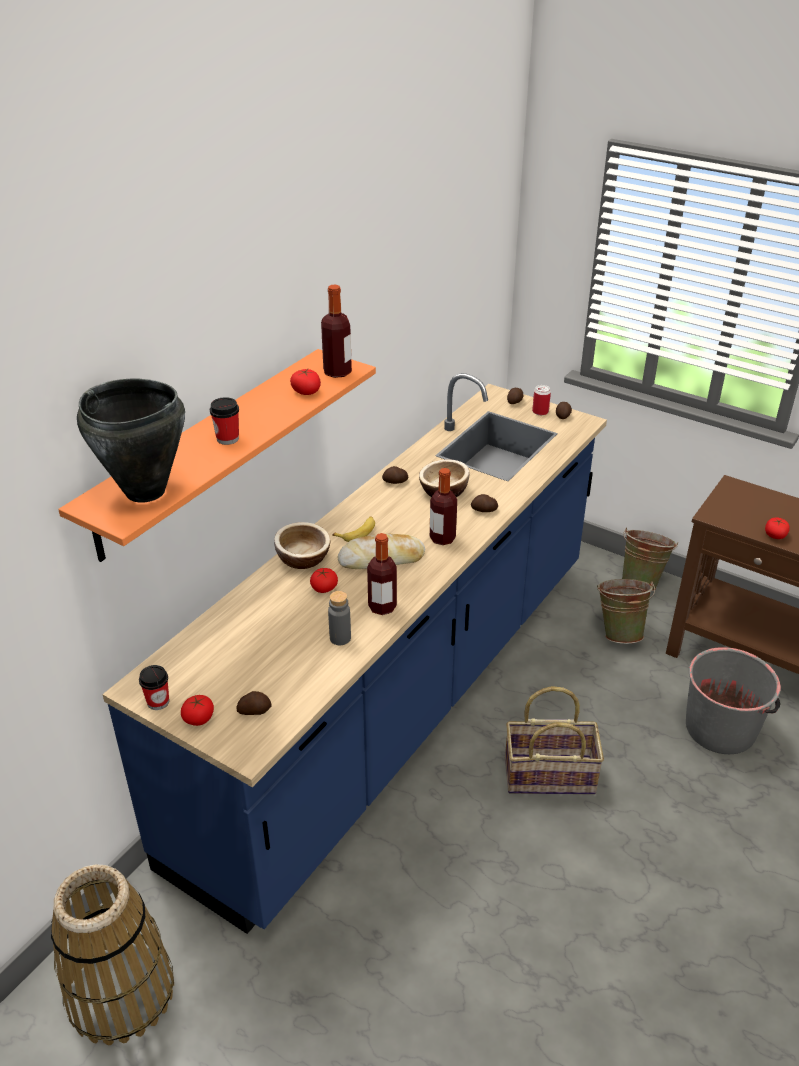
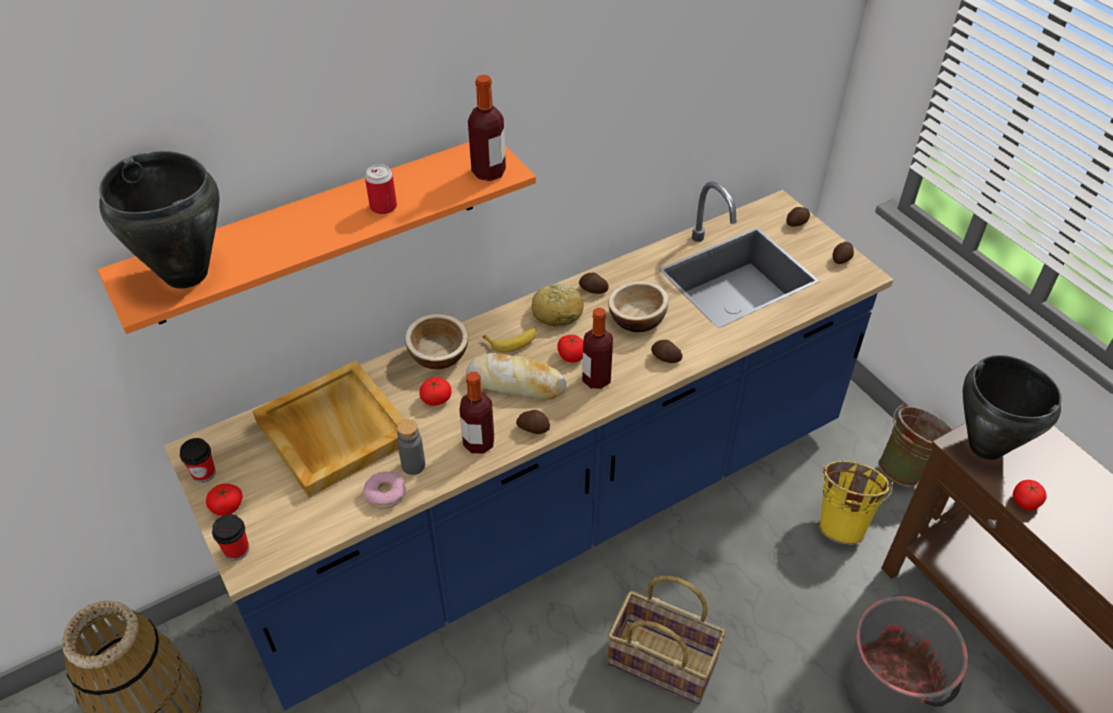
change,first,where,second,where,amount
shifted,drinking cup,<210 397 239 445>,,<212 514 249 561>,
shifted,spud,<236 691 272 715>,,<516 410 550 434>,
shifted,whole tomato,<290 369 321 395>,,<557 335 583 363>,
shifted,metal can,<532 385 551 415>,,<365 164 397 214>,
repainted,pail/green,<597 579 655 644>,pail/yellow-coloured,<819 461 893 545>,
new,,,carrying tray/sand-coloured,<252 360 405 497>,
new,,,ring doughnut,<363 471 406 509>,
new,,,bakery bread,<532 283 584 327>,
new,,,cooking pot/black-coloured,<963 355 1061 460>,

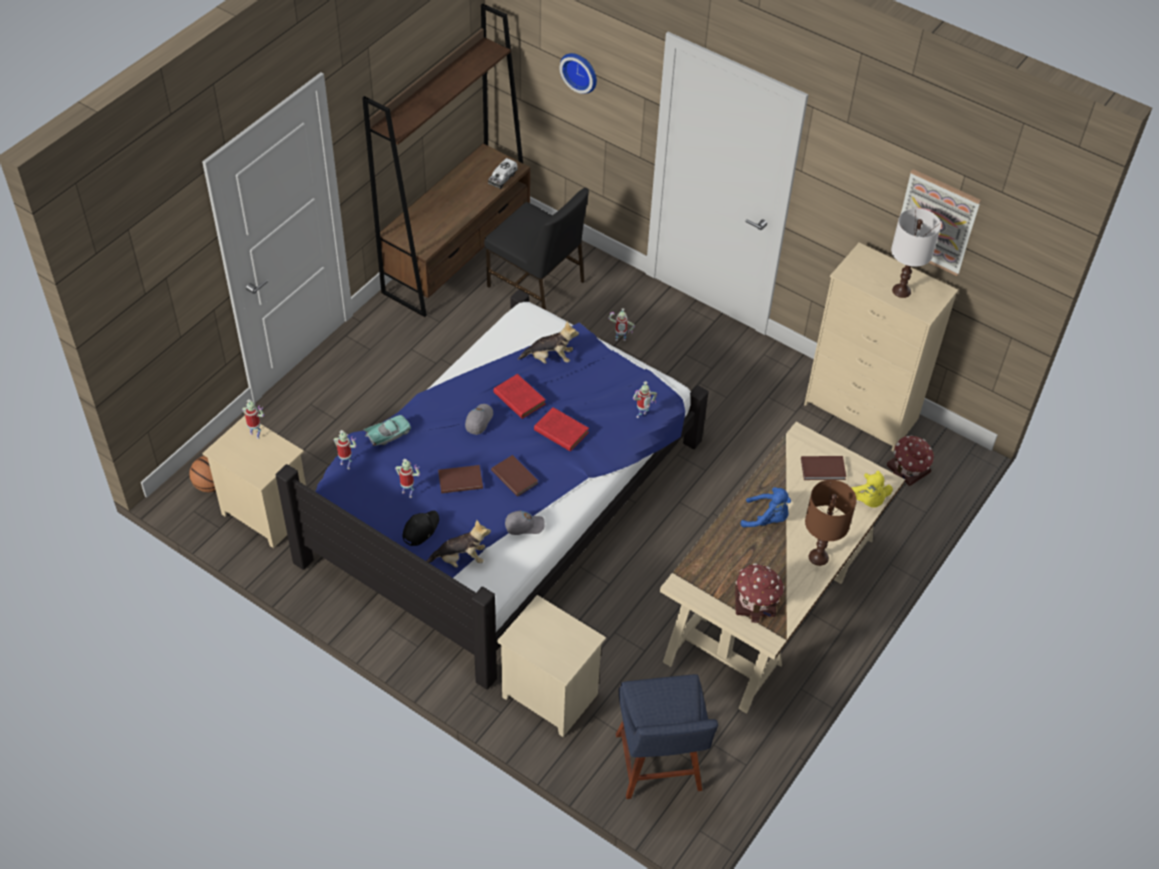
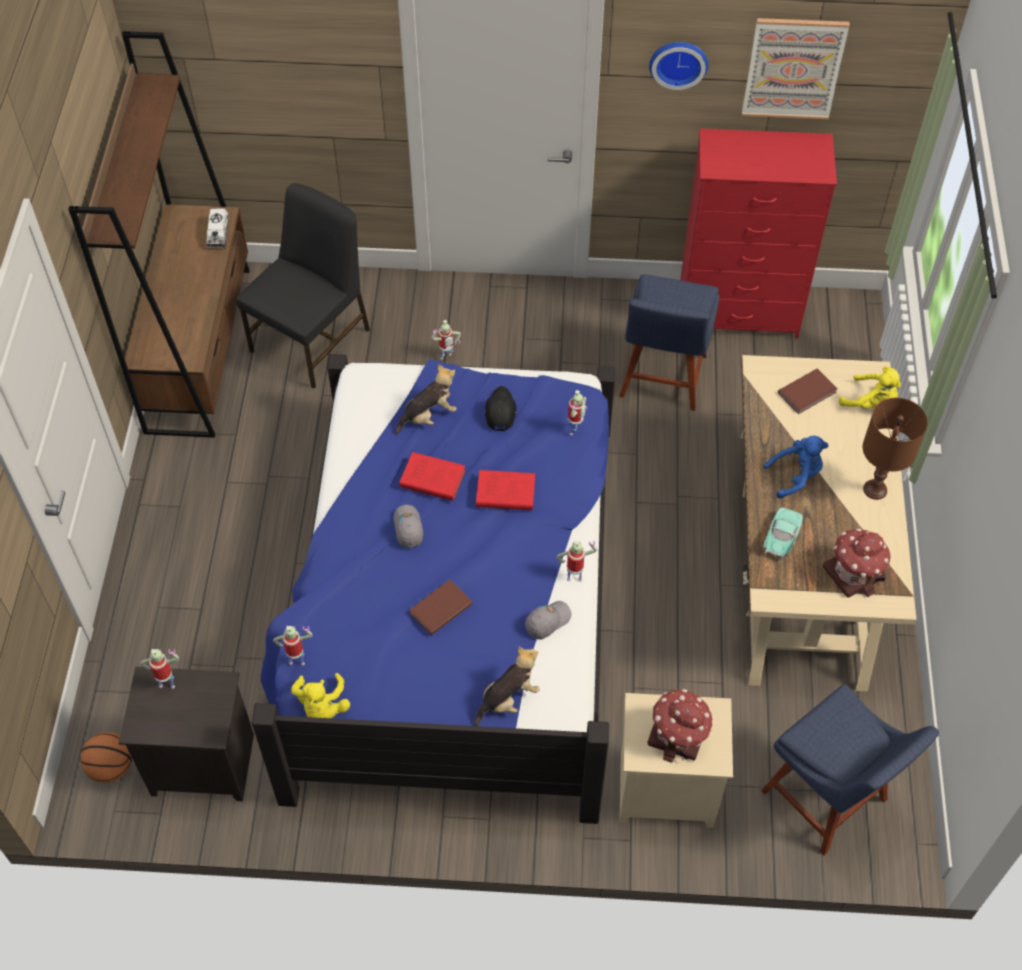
change,first,where,second,where,amount
repainted,night table/sand-coloured,<202 415 306 548>,night table/black-coloured,<119 667 254 801>,
shifted,miniature car/turquoise,<363 415 411 446>,,<763 507 803 560>,
shifted,robot figure,<395 459 420 498>,,<556 541 597 582>,
shifted,cap/black-coloured,<402 511 439 546>,,<485 386 517 431>,
rotated,chair/black-coloured,<484 188 589 310>,,<236 183 370 389>,60 degrees counterclockwise
gone,bound book/brownish,<491 455 538 497>,,,
shifted,wall clock,<559 53 597 94>,,<649 42 708 90>,
repainted,chest of drawers/sand-coloured,<804 243 958 452>,chest of drawers/reddish,<680 128 837 338>,
shifted,miniature house,<887 435 934 486>,,<647 689 713 763>,
gone,tabletop lamp/white-coloured,<891 208 941 298>,,,
new,,,soft toy/yellow-coloured,<291 673 350 718>,
new,,,chair/blue-coloured,<619 274 719 411>,

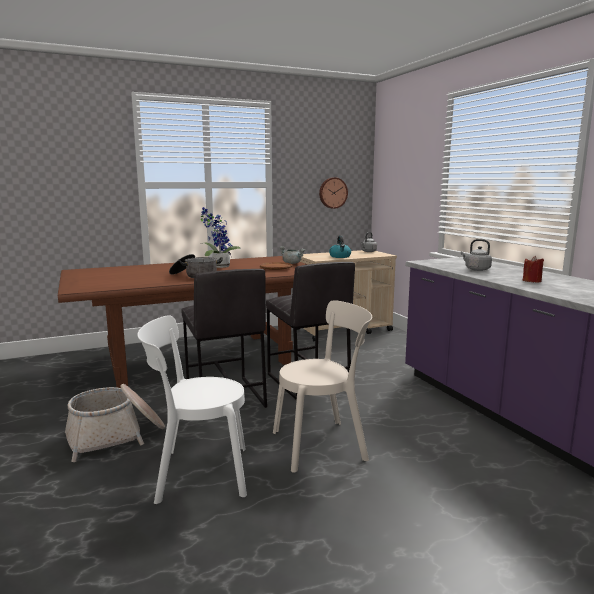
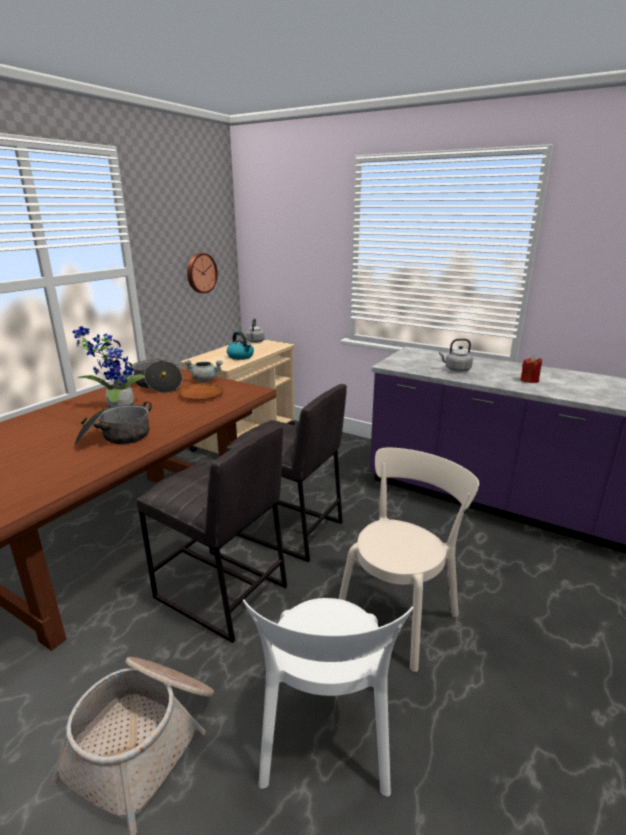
change,first,where,second,where,amount
rotated,chair/white-coloured,<137 315 247 504>,,<243 598 414 797>,45 degrees counterclockwise
new,,,cooking pot,<126 360 182 393>,

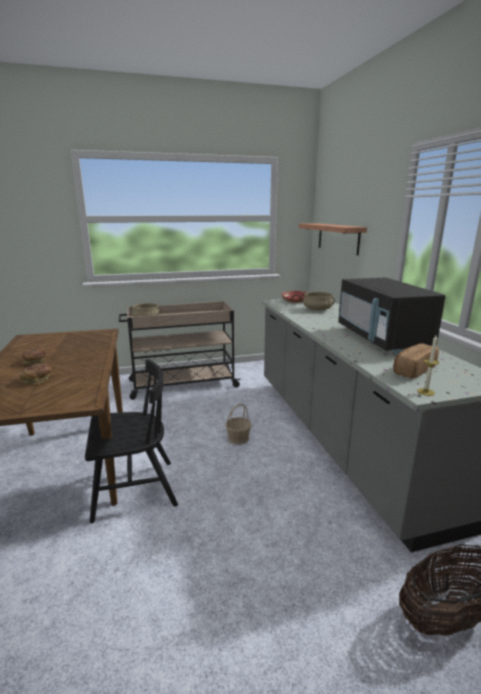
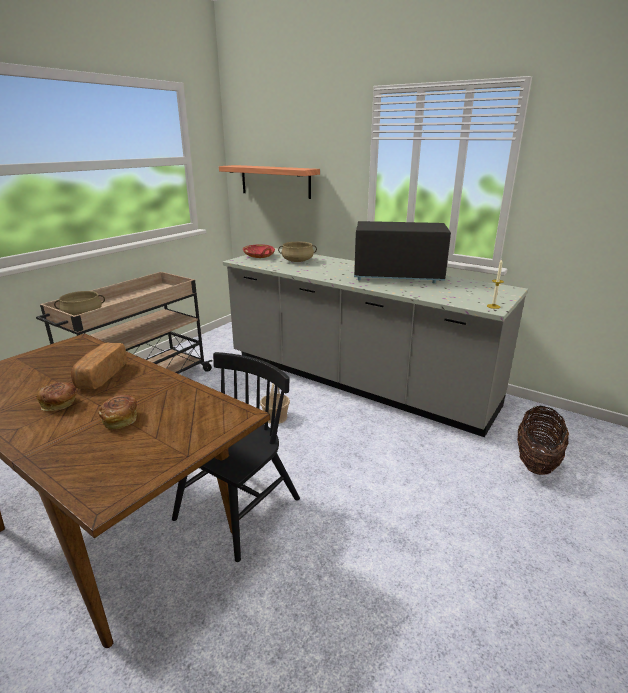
change,first,where,second,where,amount
rotated,kitchen microwave/black-coloured,<338 278 446 355>,,<354 221 451 283>,150 degrees clockwise
shifted,bakery bread,<393 343 439 379>,,<71 343 127 389>,

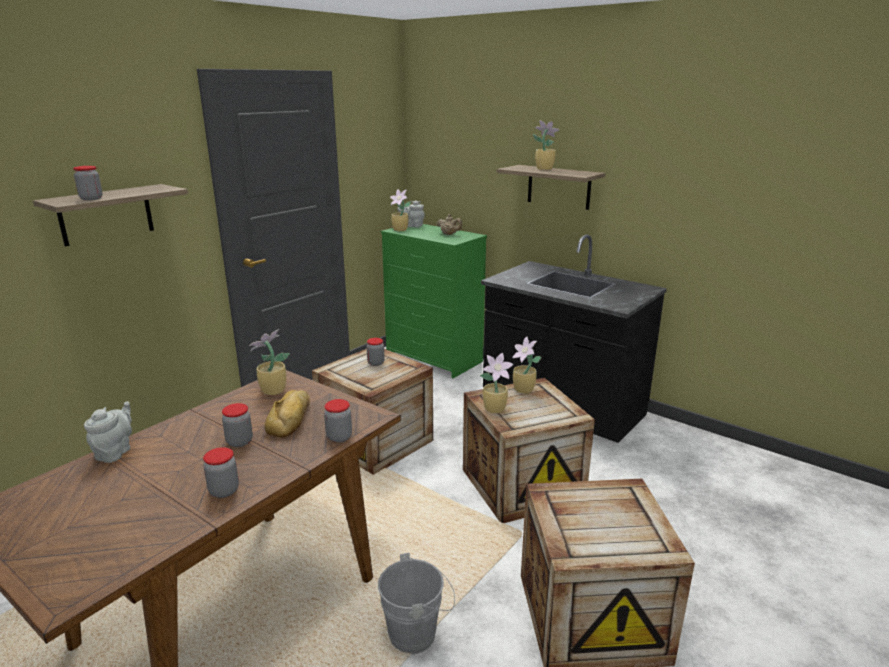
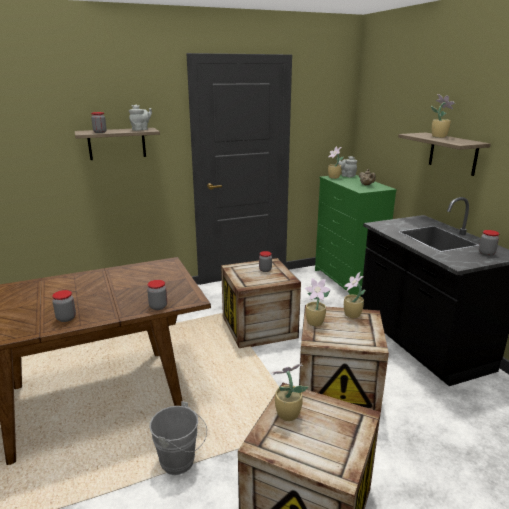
change,first,where,second,where,amount
shifted,pot for tea/greyish,<84 401 132 463>,,<129 105 152 131>,
shifted,storage jar,<222 403 253 447>,,<479 230 499 256>,
shifted,plant in a pot,<249 329 290 395>,,<271 364 308 421>,
gone,bakery bread,<265 390 310 438>,,,

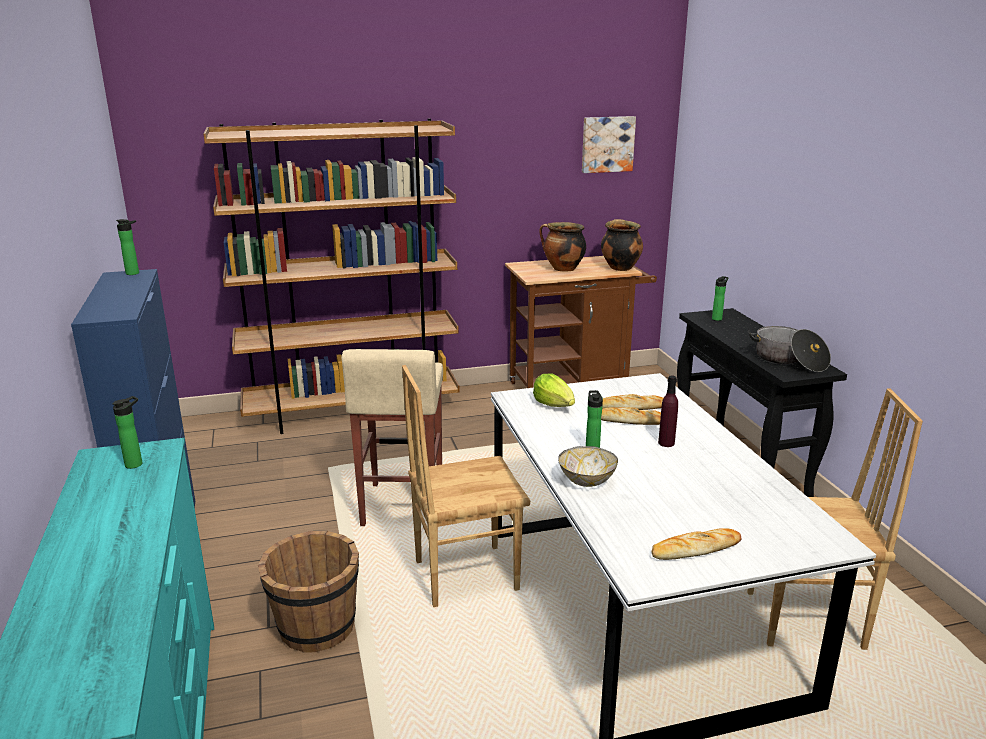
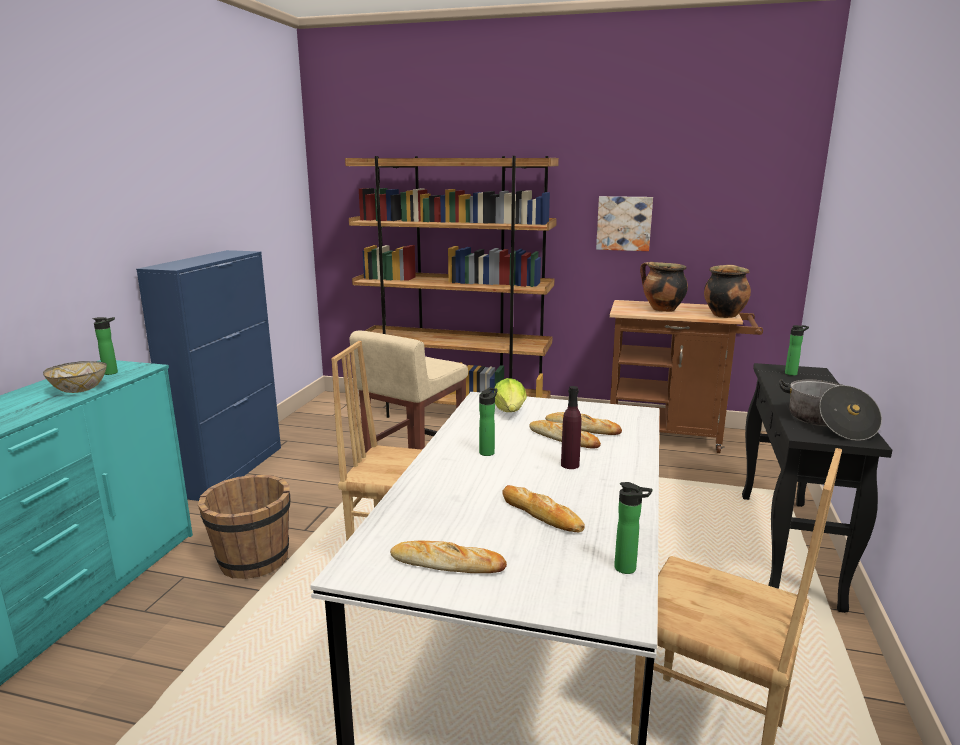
change,first,where,second,where,amount
shifted,drink bottle,<116 219 139 275>,,<614 482 652 574>,
shifted,bowl,<558 446 618 487>,,<43 361 107 393>,
shifted,wall art,<582 116 636 173>,,<596 196 653 251>,
new,,,bakery bread,<502 485 585 532>,

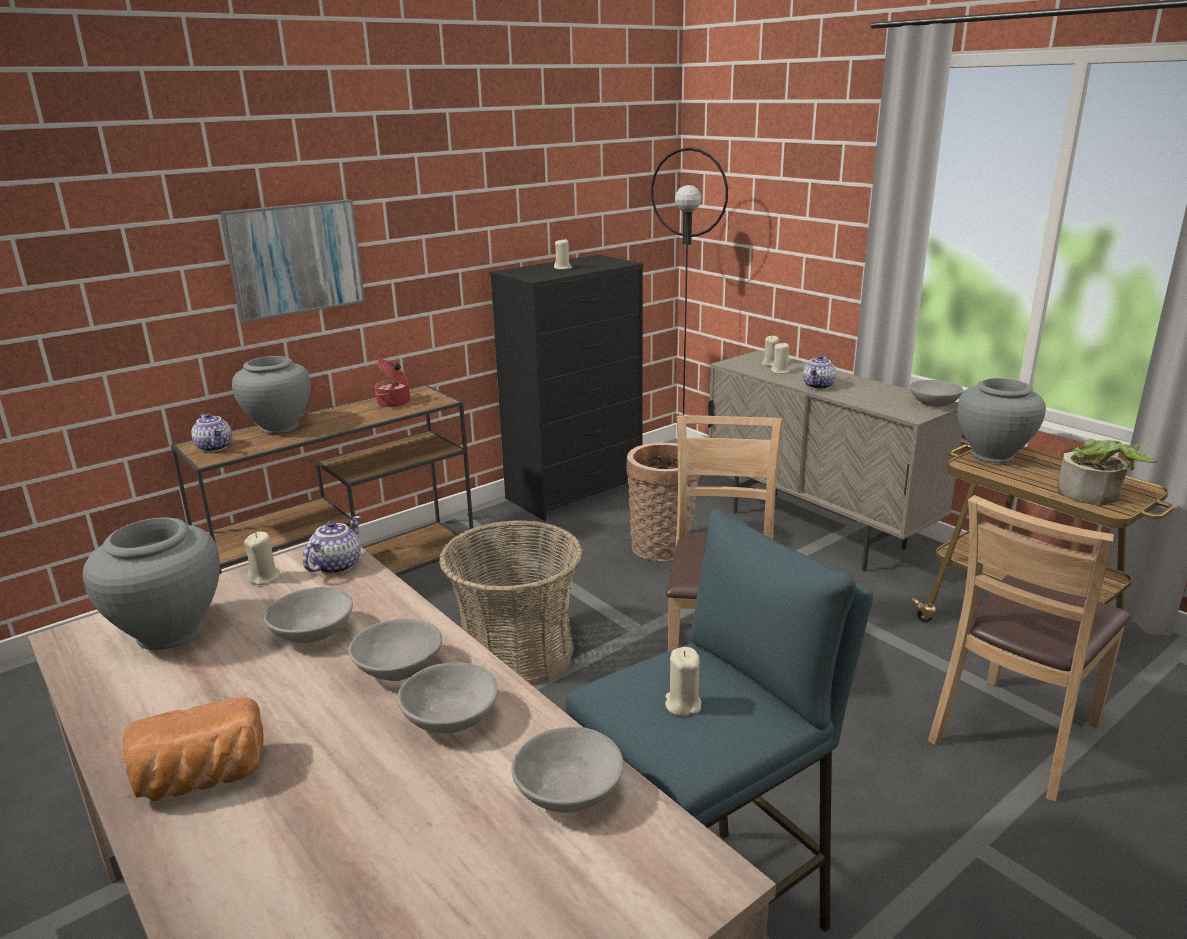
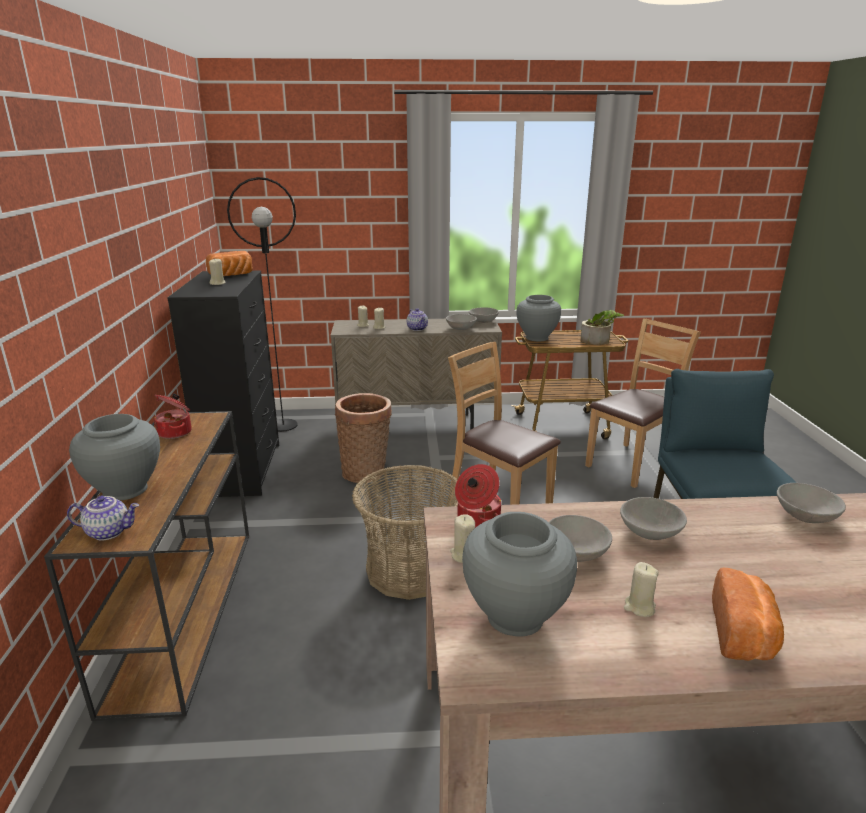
change,first,where,second,where,amount
gone,wall art,<220 199 365 323>,,,
swapped,pot for tea,<302 516 361 574>,cooking pot,<455 464 501 528>,
shifted,bowl/greyish,<398 662 498 733>,,<446 314 477 330>,
shifted,wax light/sand-coloured,<665 647 701 716>,,<624 562 659 617>,
rotated,chair/brownish,<928 495 1131 802>,,<585 318 701 488>,120 degrees counterclockwise
new,,,bakery bread,<206 251 253 276>,

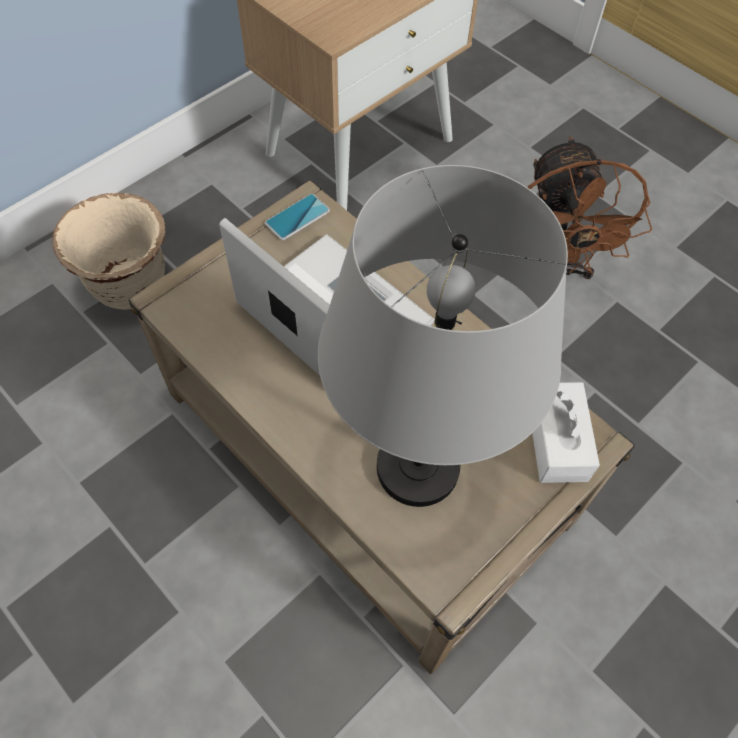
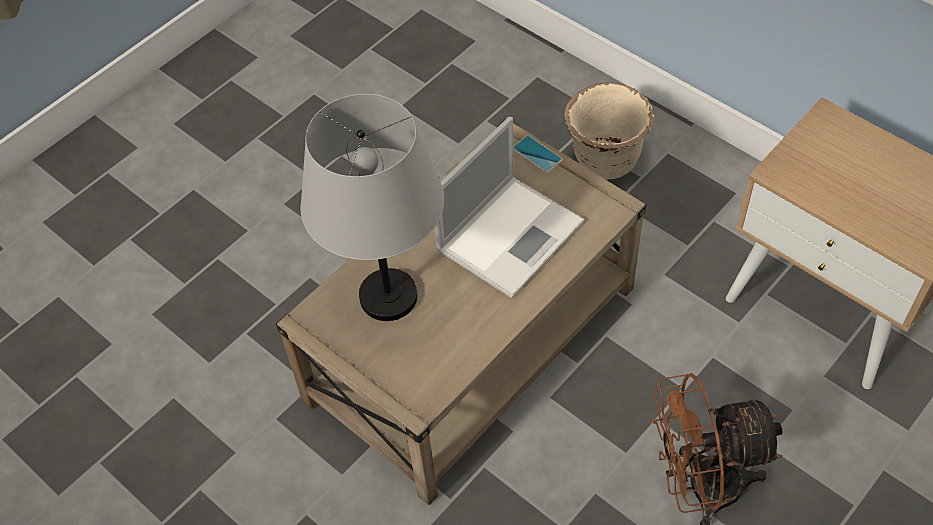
change,first,where,second,where,amount
shifted,handset,<265 194 330 240>,,<513 135 562 173>,
gone,box of tissues/white-coloured,<532 382 600 483>,,,

